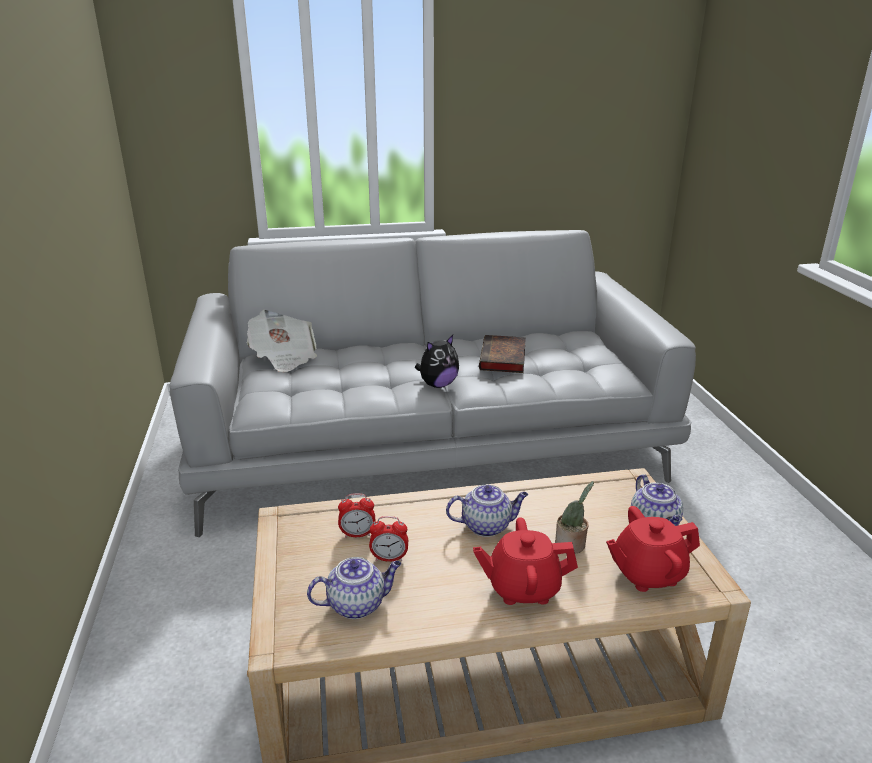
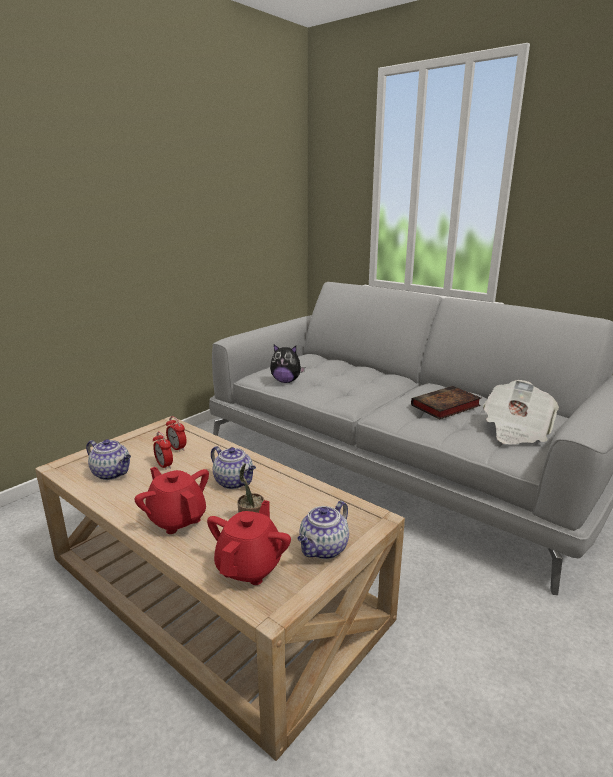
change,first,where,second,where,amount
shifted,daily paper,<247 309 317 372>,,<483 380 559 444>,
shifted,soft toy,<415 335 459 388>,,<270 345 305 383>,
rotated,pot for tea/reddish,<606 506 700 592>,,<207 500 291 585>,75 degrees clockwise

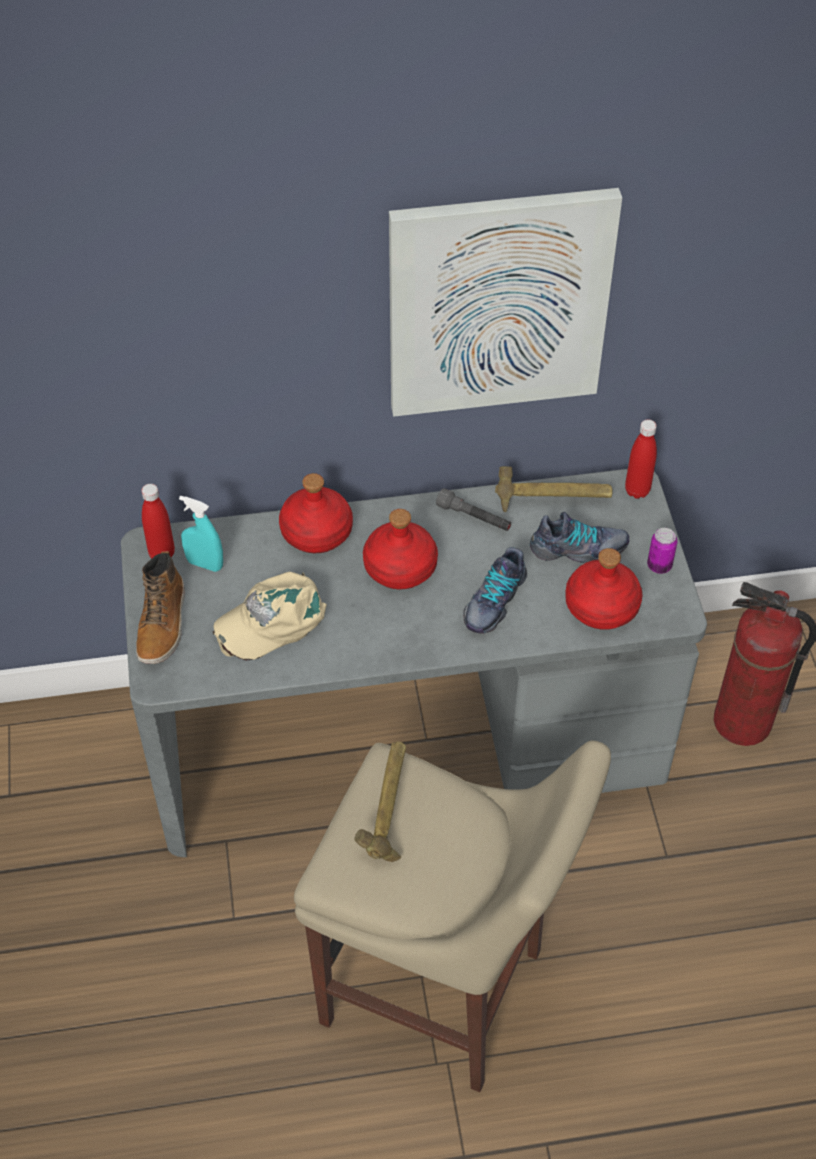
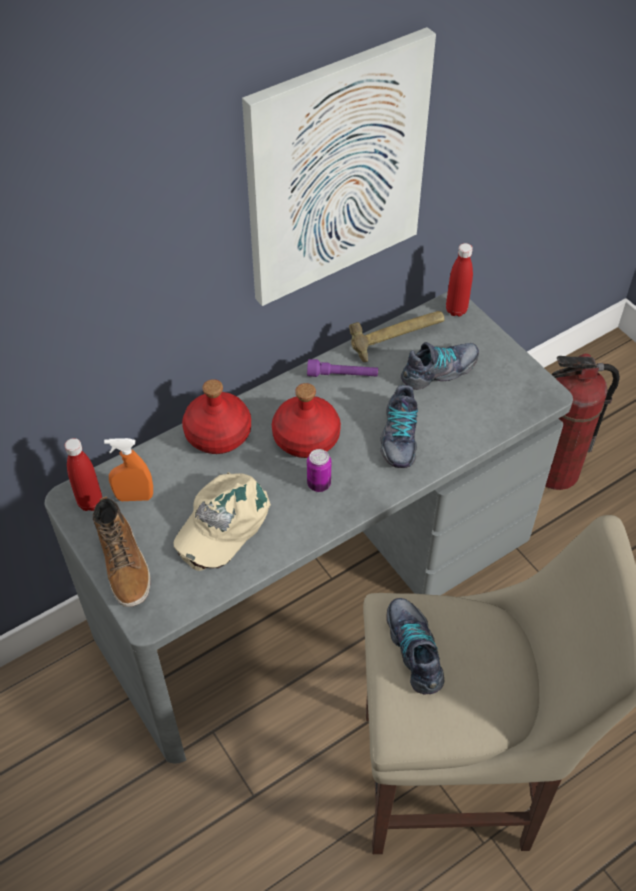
change,first,where,second,where,amount
repainted,sprayer/turquoise,<179 496 223 572>,sprayer/orangey,<104 438 153 501>,
swapped,hammer,<354 741 406 862>,shoe,<386 598 445 695>,
repainted,torch/greyish,<436 488 511 531>,torch/purple-coloured,<307 359 378 377>,
gone,drink bottle/reddish,<565 548 643 630>,,,
shifted,metal can,<647 528 677 574>,,<307 449 331 492>,

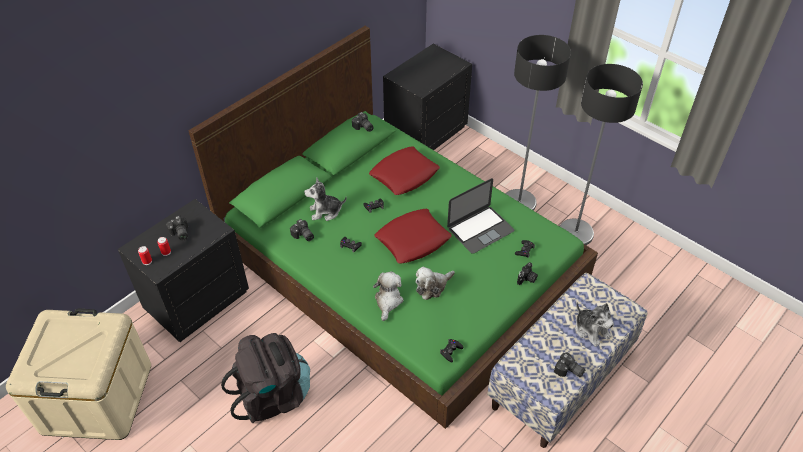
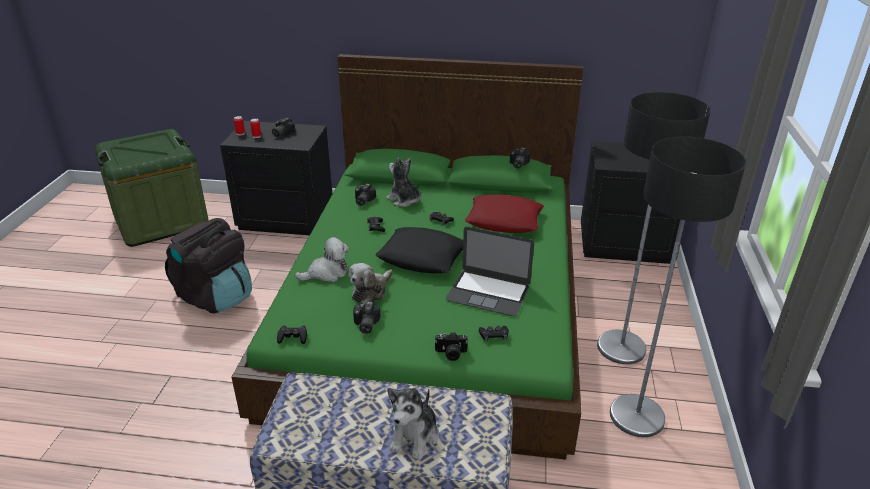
change,first,where,second,where,amount
repainted,storage bin/sand-coloured,<6 309 151 440>,storage bin/green,<95 129 209 247>,
repainted,pillow/reddish,<374 209 452 263>,pillow/black-coloured,<376 227 463 273>,
rotated,soft toy,<416 267 455 300>,,<348 263 392 305>,75 degrees counterclockwise
shifted,still camera,<554 352 585 377>,,<353 301 380 334>,

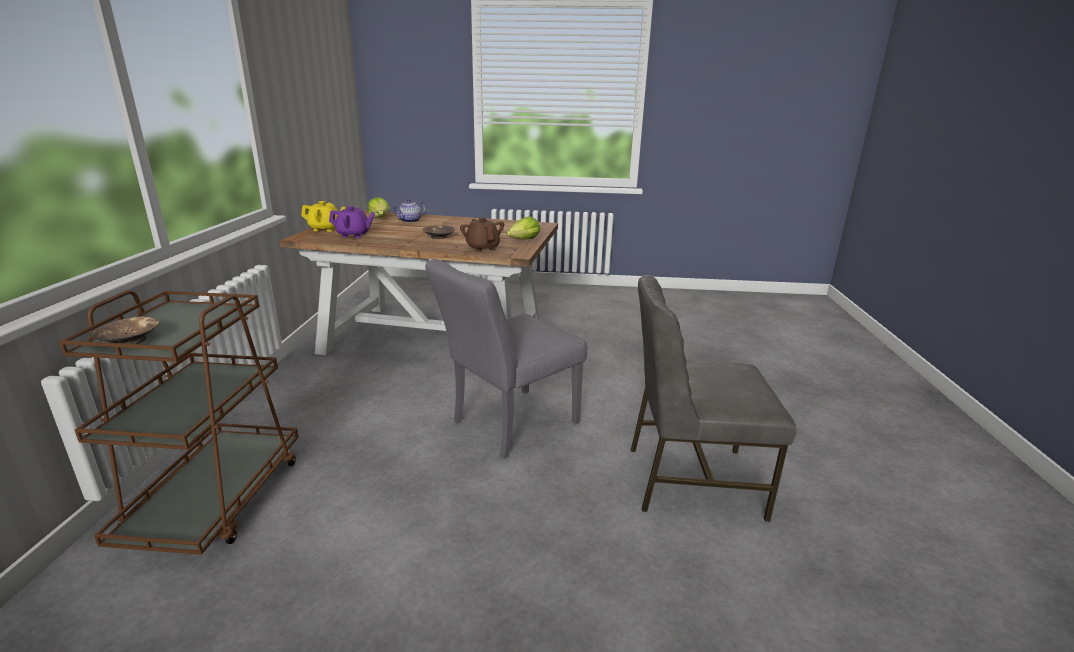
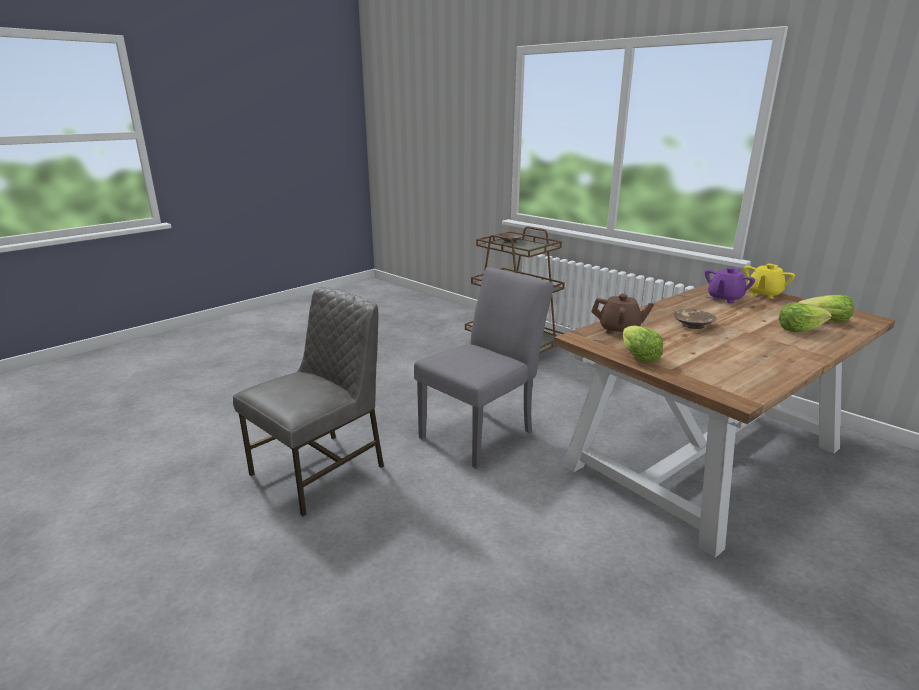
change,first,where,second,where,amount
swapped,pot for tea,<393 199 425 223>,lettuce head,<779 303 832 332>,
rotated,chair/greyish,<425 259 587 459>,,<414 267 553 469>,45 degrees clockwise

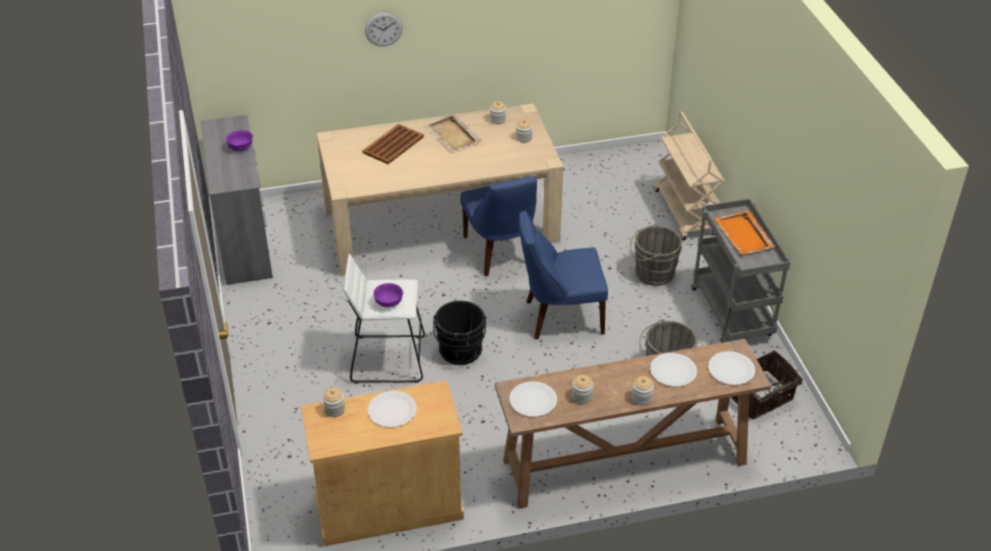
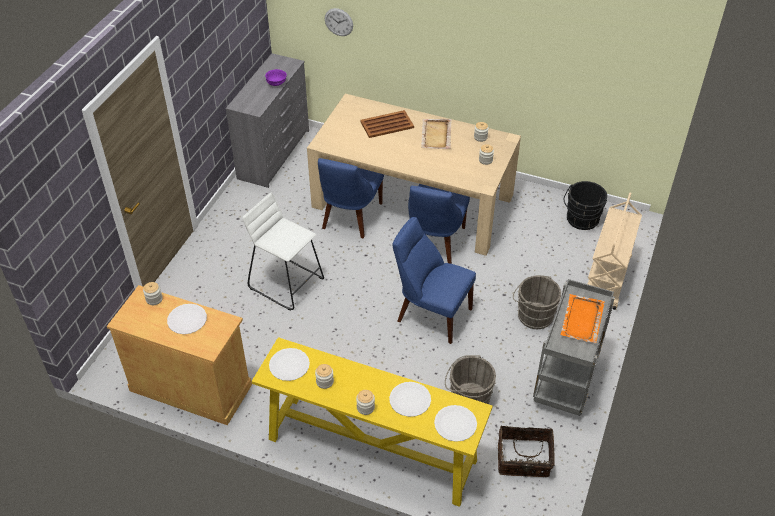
change,first,where,second,where,amount
shifted,wall clock,<365 13 403 46>,,<325 8 353 36>,
gone,bowl/purple-coloured,<373 283 403 308>,,,
shifted,pail/black-coloured,<433 301 486 365>,,<564 181 607 230>,
repainted,hall table/brownish,<495 339 771 509>,hall table/yellow-coloured,<252 337 493 507>,
new,,,chair/blue-coloured,<318 158 384 238>,

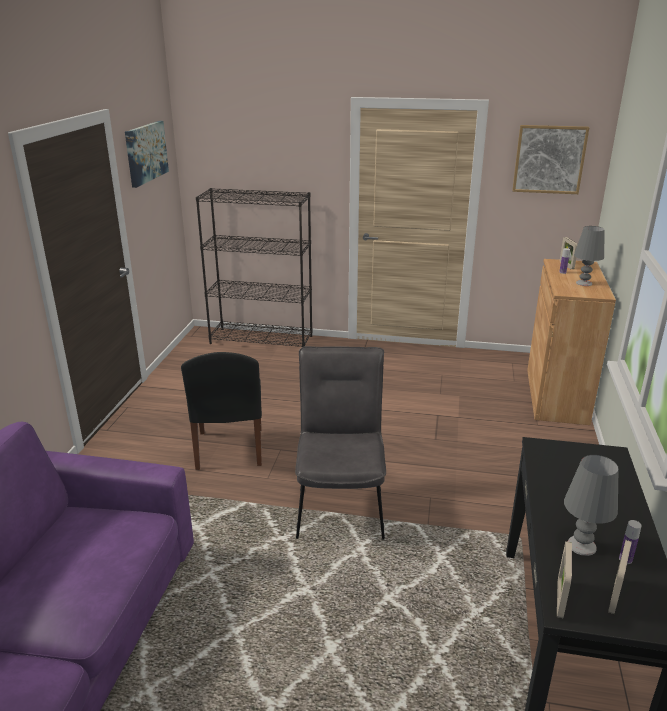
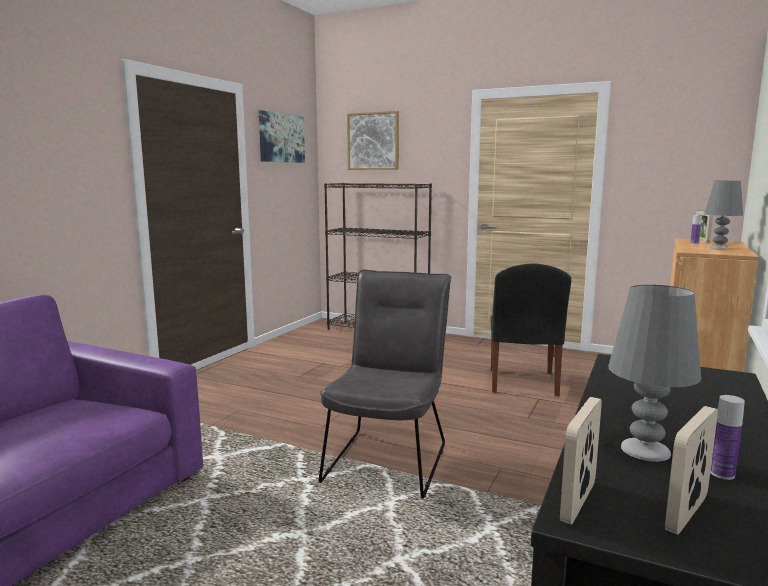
change,first,where,second,where,amount
shifted,chair/black-coloured,<181 352 262 470>,,<491 263 571 396>,
shifted,wall art,<512 125 590 194>,,<347 111 399 170>,

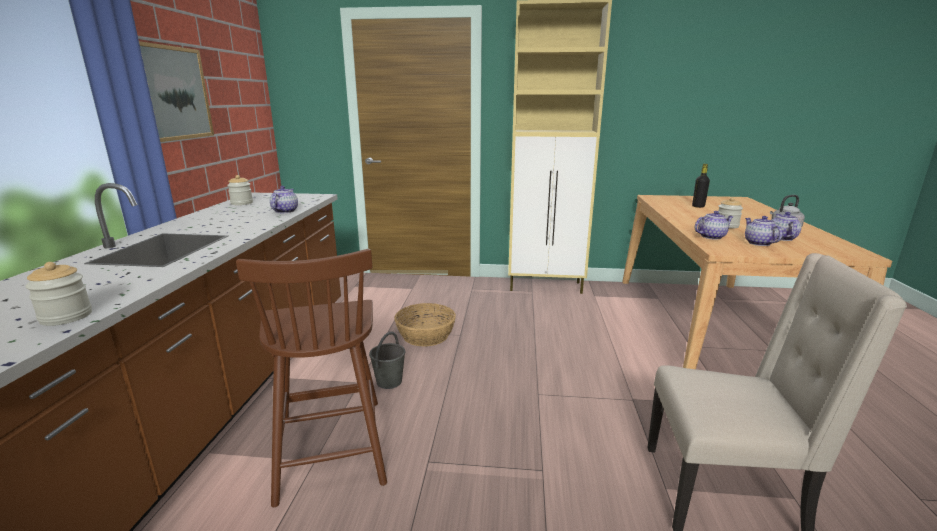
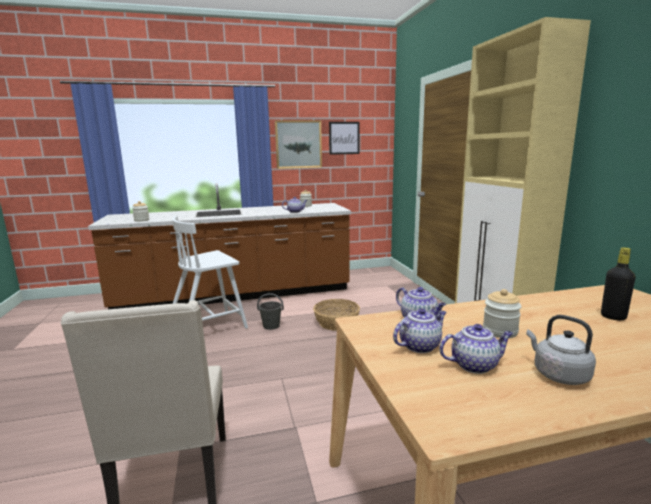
change,first,where,second,where,amount
repainted,chair/brownish,<236 249 387 507>,chair/white-coloured,<172 216 248 329>,
new,,,wall art,<329 122 360 155>,

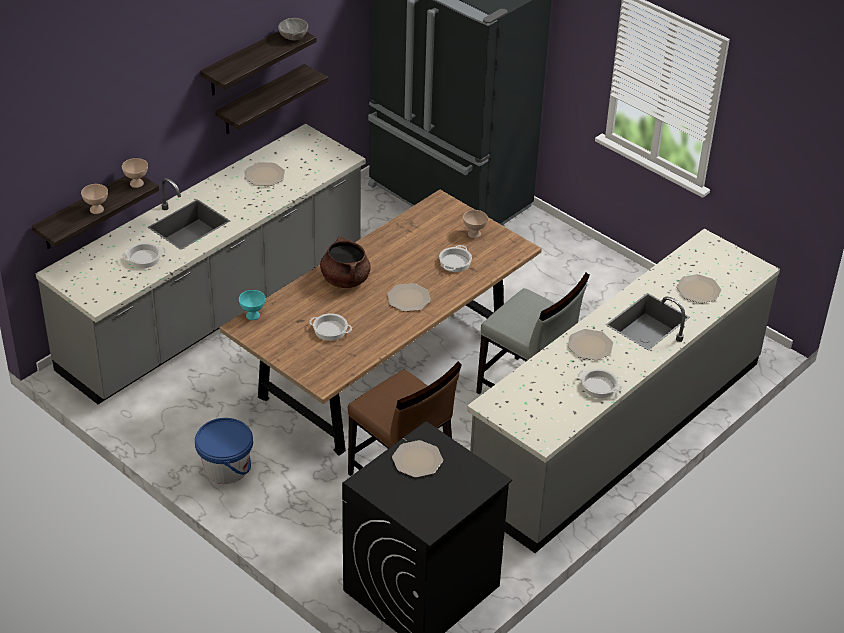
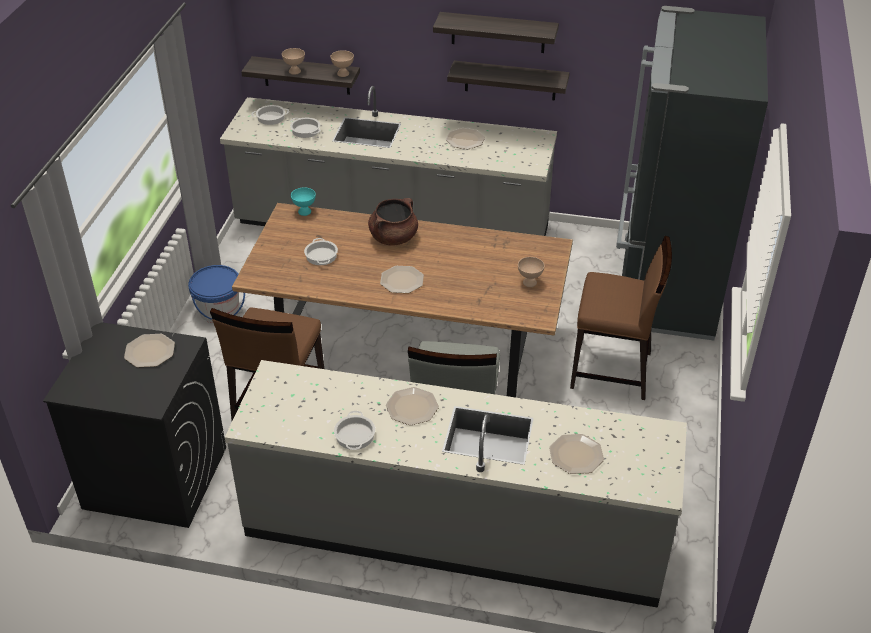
change,first,where,second,where,amount
gone,bowl/greyish,<278 18 308 41>,,,
shifted,cooking pot,<439 245 472 272>,,<251 105 289 125>,
new,,,chair/brownish,<570 236 672 400>,

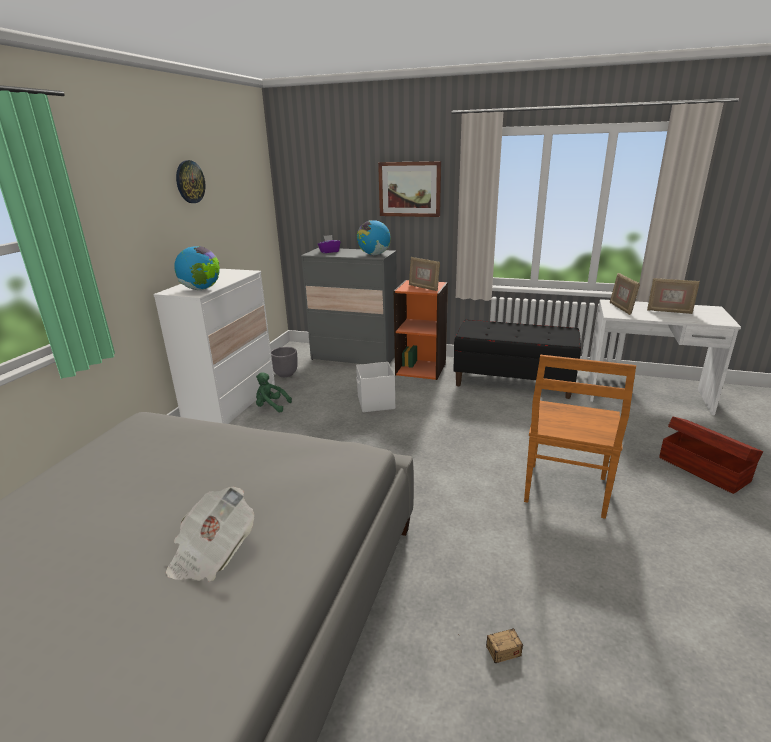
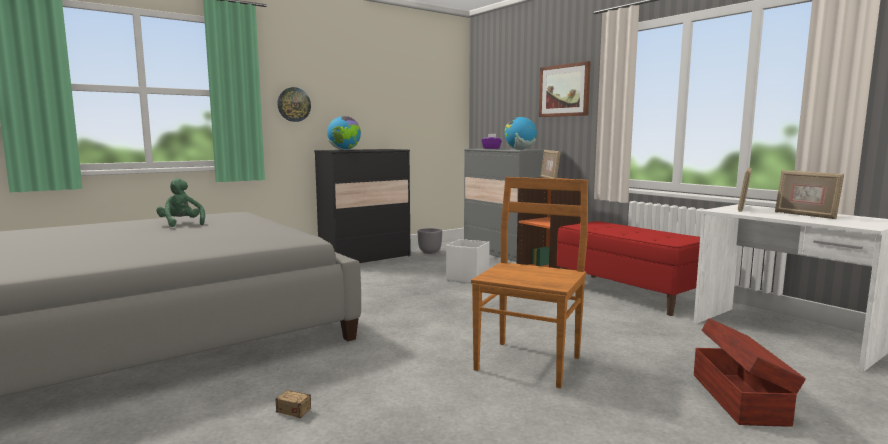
change,first,where,second,where,amount
repainted,chest of drawers/white-coloured,<153 269 275 424>,chest of drawers/black-coloured,<314 149 411 263>,
gone,daily paper,<166 487 254 581>,,,
shifted,wall clock,<176 160 205 203>,,<277 87 311 122>,
shifted,soft toy/green,<256 372 292 413>,,<156 178 205 227>,
repainted,long seat/black-coloured,<453 320 581 399>,long seat/reddish,<557 221 700 316>,
rotated,chair/brownish,<524 355 636 519>,,<471 177 588 388>,150 degrees clockwise

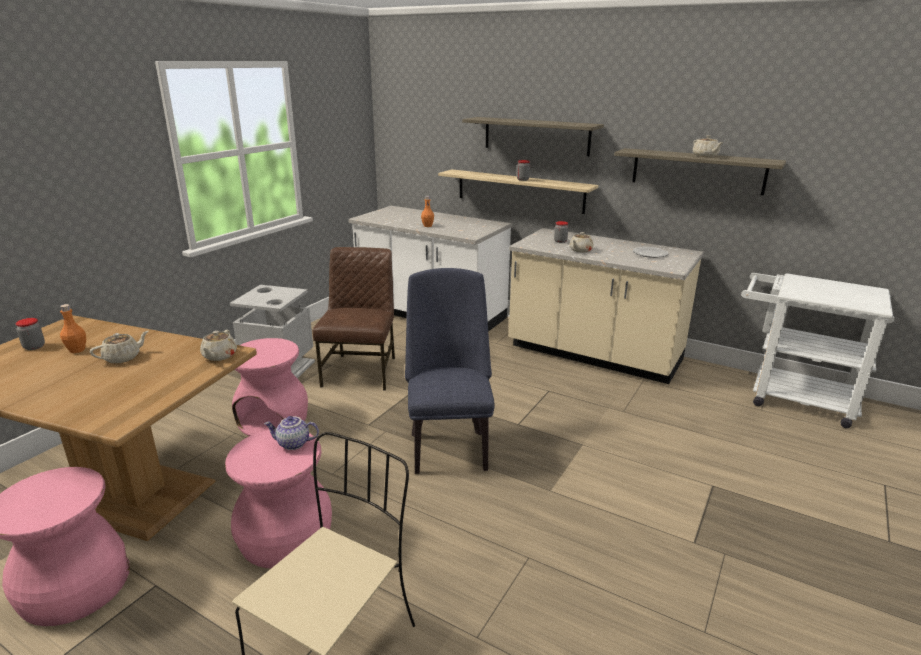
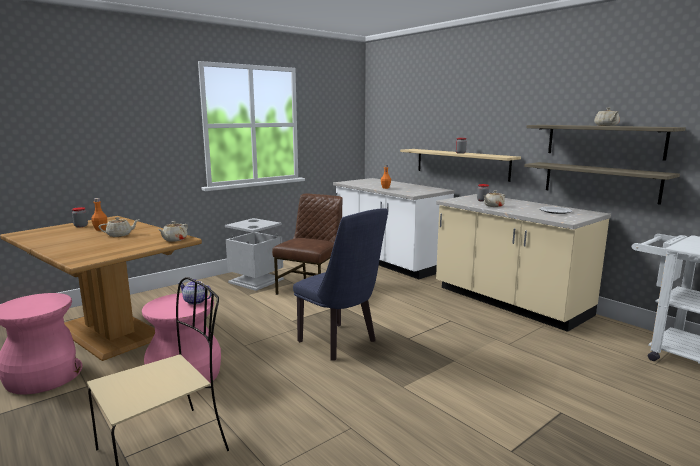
change,first,where,second,where,amount
gone,stool seat/pink,<232 338 308 436>,,,
rotated,chair/blue-coloured,<405 268 495 474>,,<293 208 388 361>,120 degrees clockwise
shifted,bracket shelf,<462 117 604 156>,,<524 162 680 205>,

